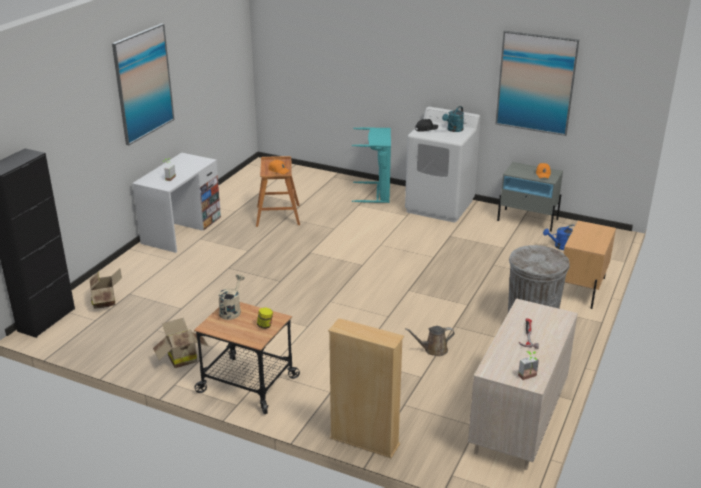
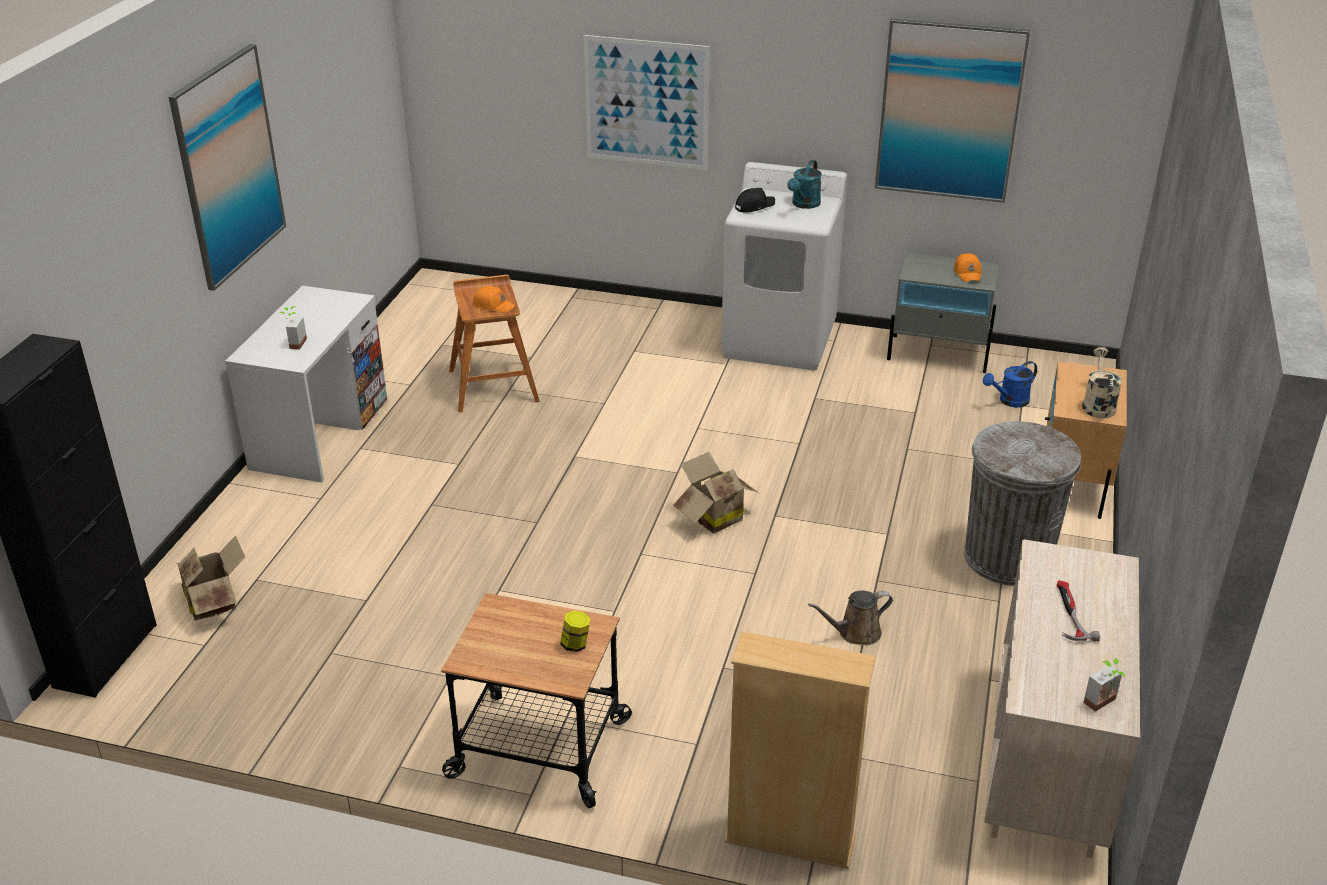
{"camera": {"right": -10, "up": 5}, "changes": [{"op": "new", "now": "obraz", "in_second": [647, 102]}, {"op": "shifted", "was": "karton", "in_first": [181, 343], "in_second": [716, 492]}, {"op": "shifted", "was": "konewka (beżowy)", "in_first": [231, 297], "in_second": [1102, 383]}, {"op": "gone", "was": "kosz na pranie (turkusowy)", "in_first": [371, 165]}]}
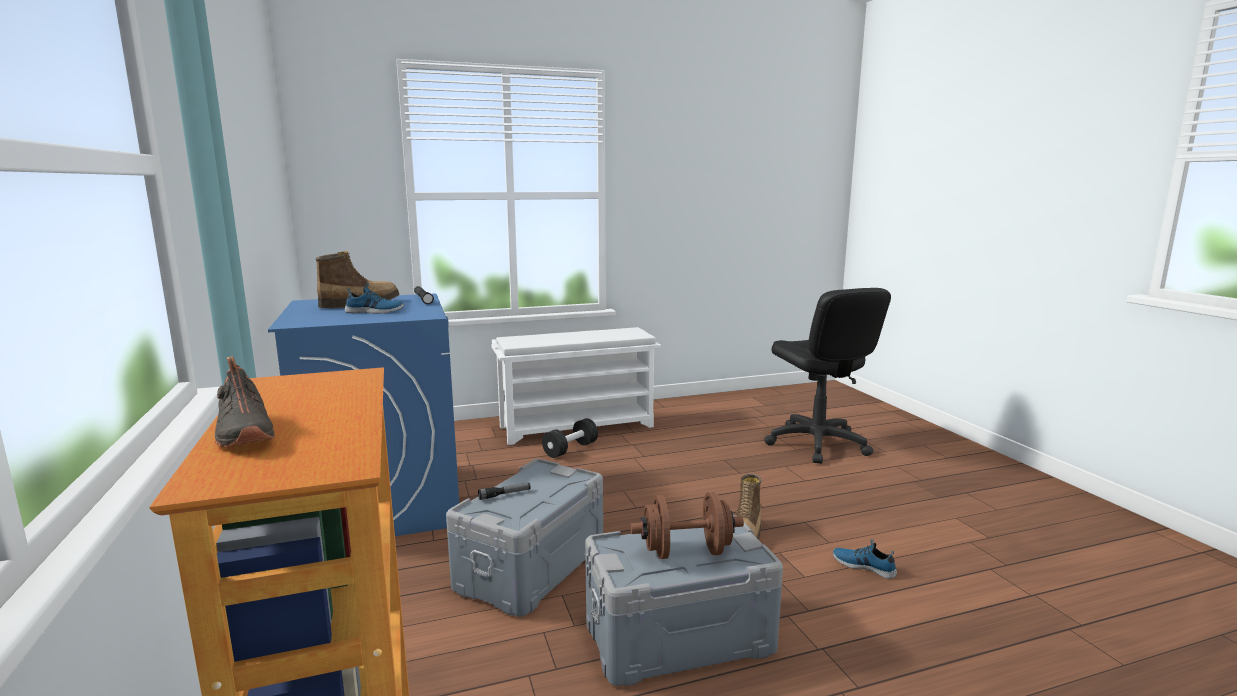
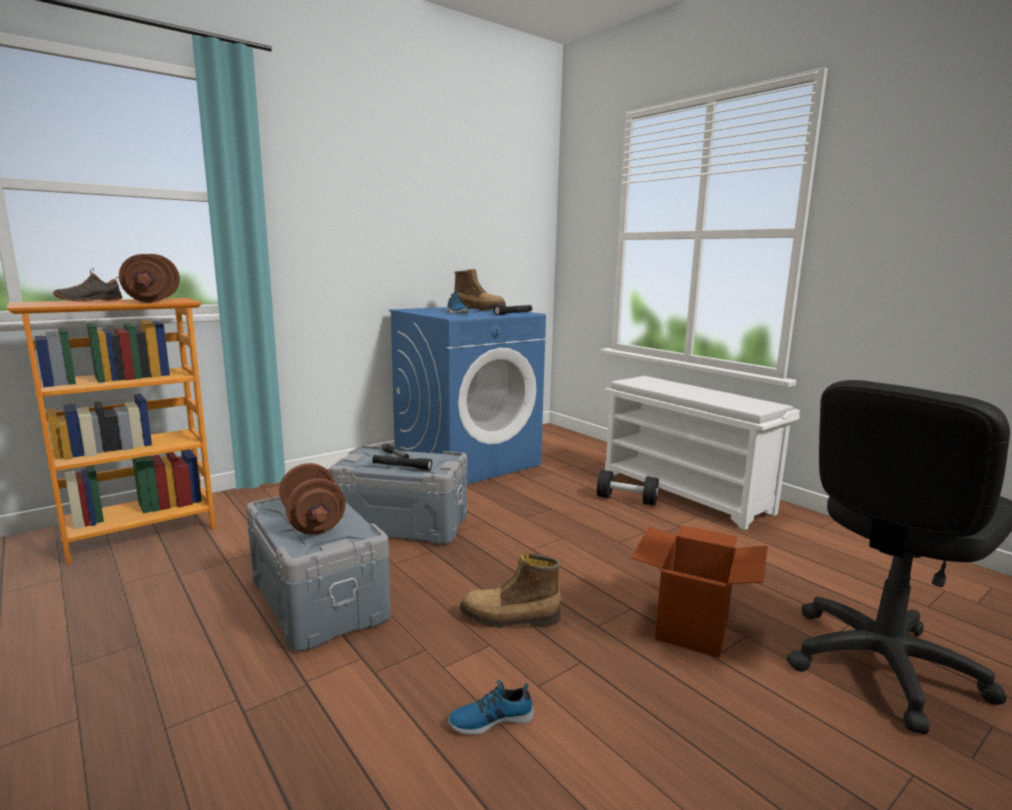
{"camera": {"right": 70, "up": 0}, "changes": [{"op": "new", "now": "hantel (brązowy)", "in_second": [149, 278]}, {"op": "new", "now": "latarka (czarny)", "in_second": [402, 462]}, {"op": "rotated", "was": "but", "in_first": [865, 559], "in_second": [491, 707], "clockwise": -120}, {"op": "new", "now": "karton", "in_second": [699, 591]}]}
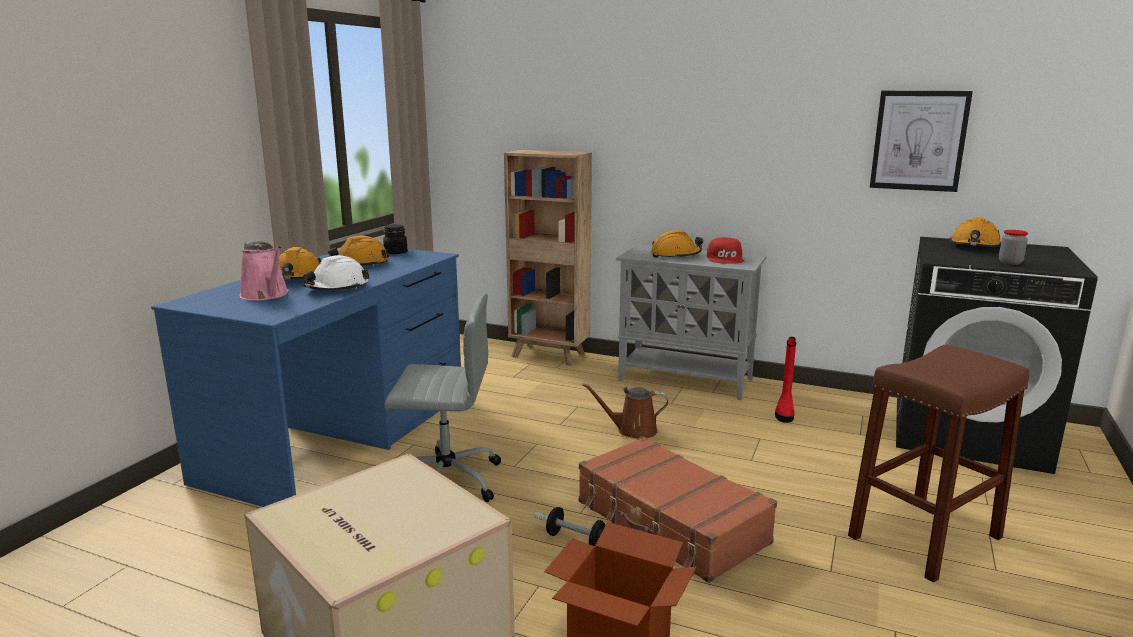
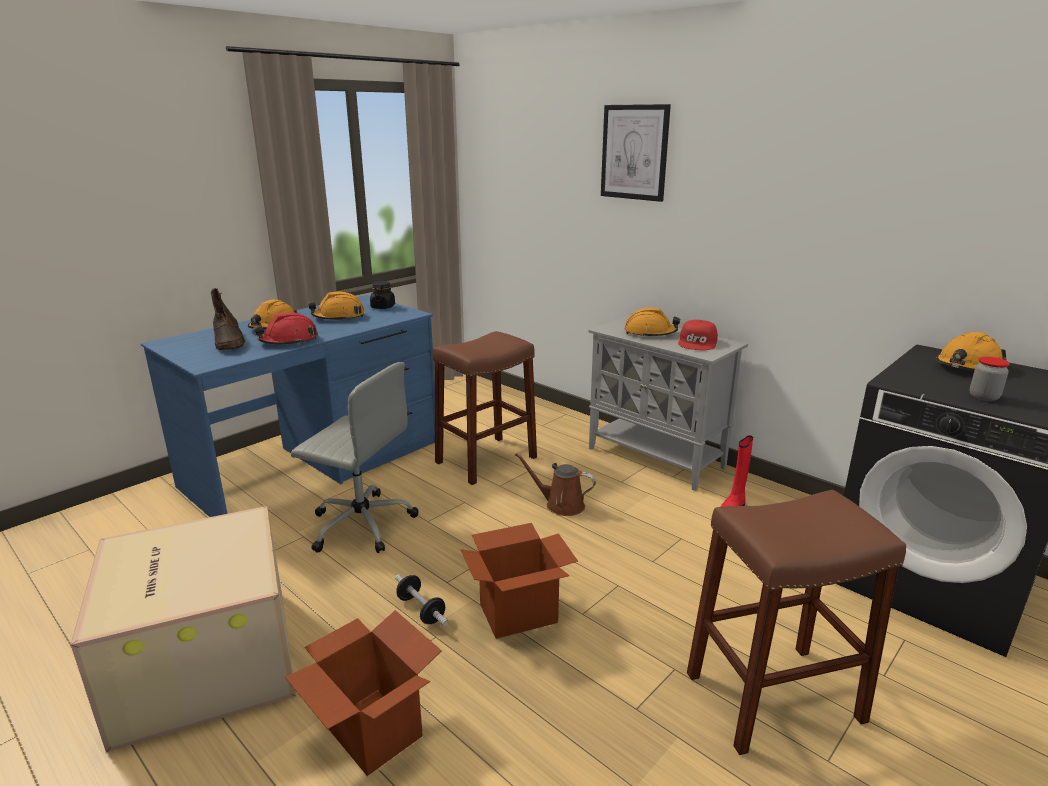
{"camera": {"right": 20, "up": 5}, "changes": [{"op": "swapped", "was": "konewka (różowy)", "now": "but z cholewką (brązowy)", "in_first": [263, 271], "in_second": [228, 319]}, {"op": "repainted", "was": "kask (biały)", "now": "kask (czerwony)", "in_first": [336, 272], "in_second": [286, 328]}, {"op": "new", "now": "stołek (brązowy)", "in_second": [484, 408]}, {"op": "swapped", "was": "walizka (brązowy)", "now": "karton", "in_first": [678, 510], "in_second": [519, 581]}, {"op": "shifted", "was": "obraz", "in_first": [921, 141], "in_second": [636, 153]}, {"op": "gone", "was": "regał (brązowy)", "in_first": [548, 258]}]}
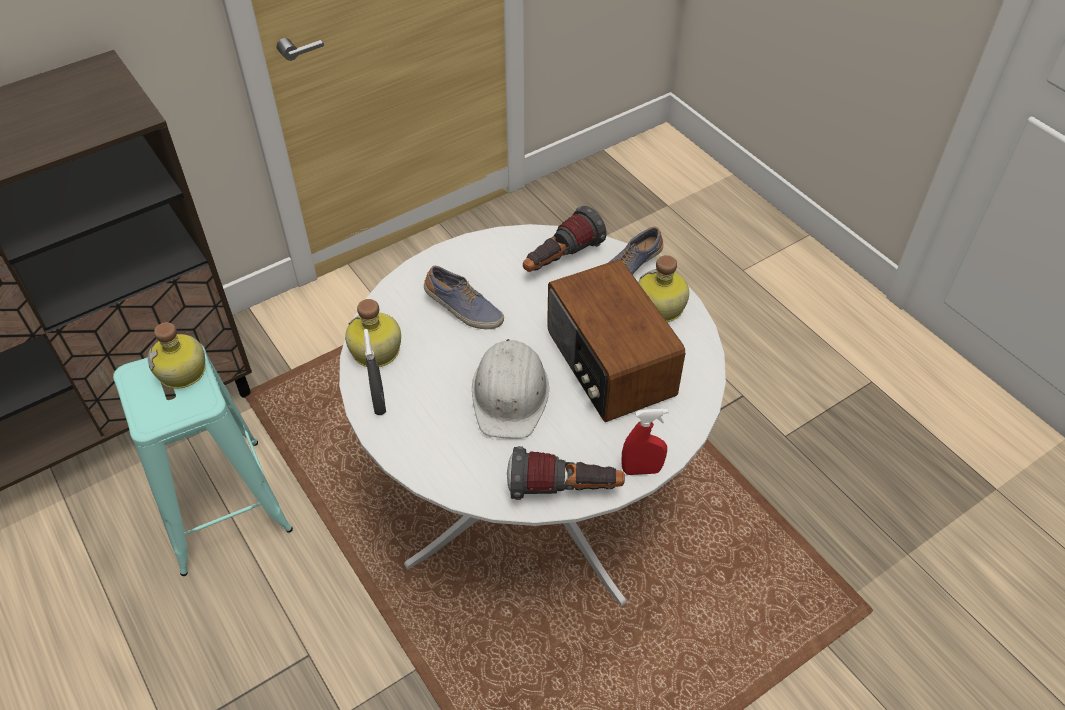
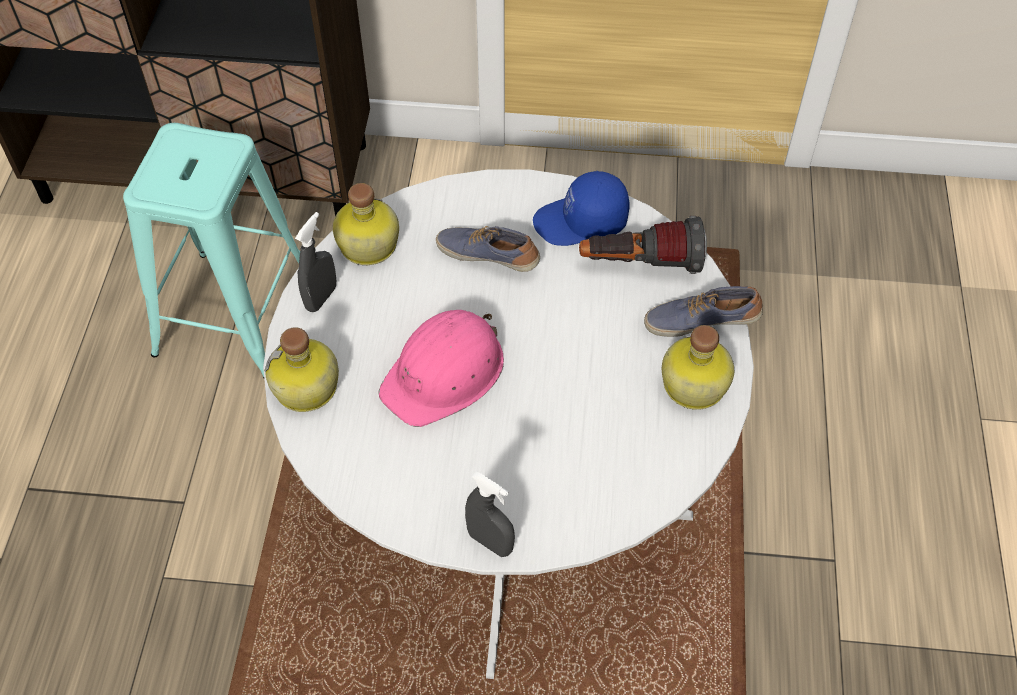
{"camera": {"right": 40, "up": 5}, "changes": [{"op": "shifted", "was": "butelka", "in_first": [177, 355], "in_second": [301, 369]}, {"op": "repainted", "was": "kask (biały)", "now": "kask (różowy)", "in_first": [510, 389], "in_second": [441, 368]}, {"op": "rotated", "was": "but", "in_first": [464, 297], "in_second": [488, 249], "clockwise": 135}, {"op": "repainted", "was": "spryskiwacz (czerwony)", "now": "spryskiwacz (szary)", "in_first": [645, 442], "in_second": [490, 514]}, {"op": "new", "now": "czapka z daszkiem (niebieski)", "in_second": [581, 208]}, {"op": "gone", "was": "latarka", "in_first": [566, 473]}, {"op": "gone", "was": "radio", "in_first": [616, 340]}]}
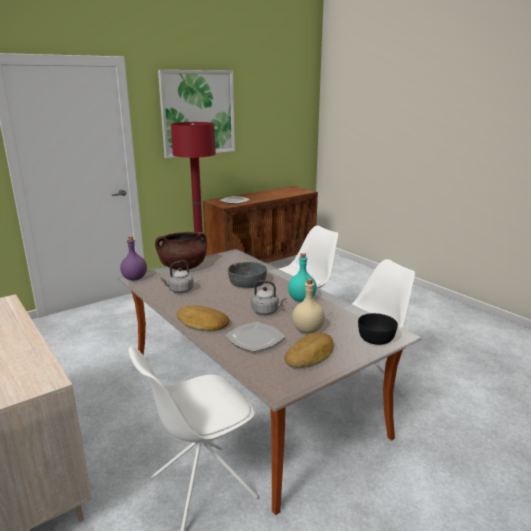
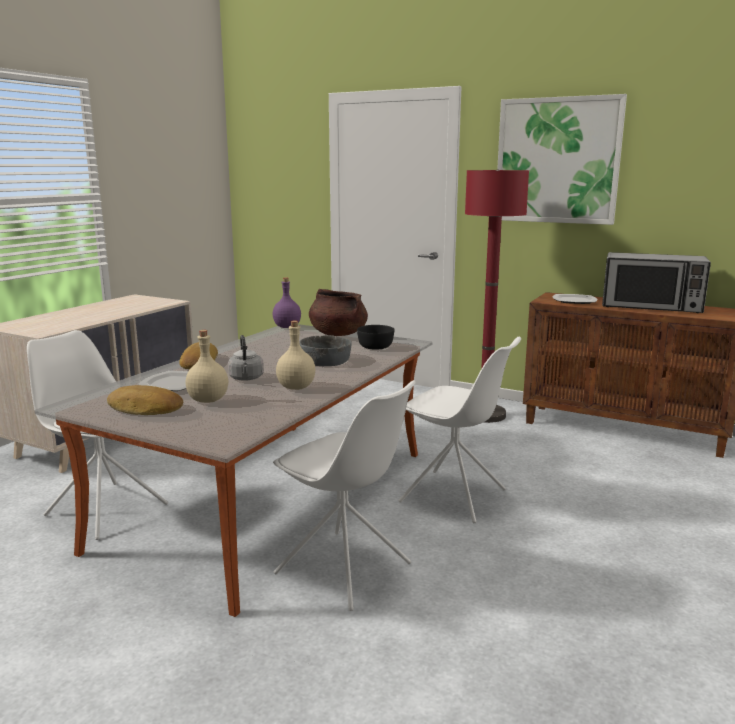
{"camera": {"right": 65, "up": -5}, "changes": [{"op": "repainted", "was": "butelka (turkusowy)", "now": "butelka (beżowy)", "in_first": [302, 277], "in_second": [295, 355]}, {"op": "shifted", "was": "miska (czarny)", "in_first": [378, 329], "in_second": [375, 337]}, {"op": "new", "now": "mikrofalówka", "in_second": [656, 282]}, {"op": "gone", "was": "czajnik (szary)", "in_first": [177, 277]}]}
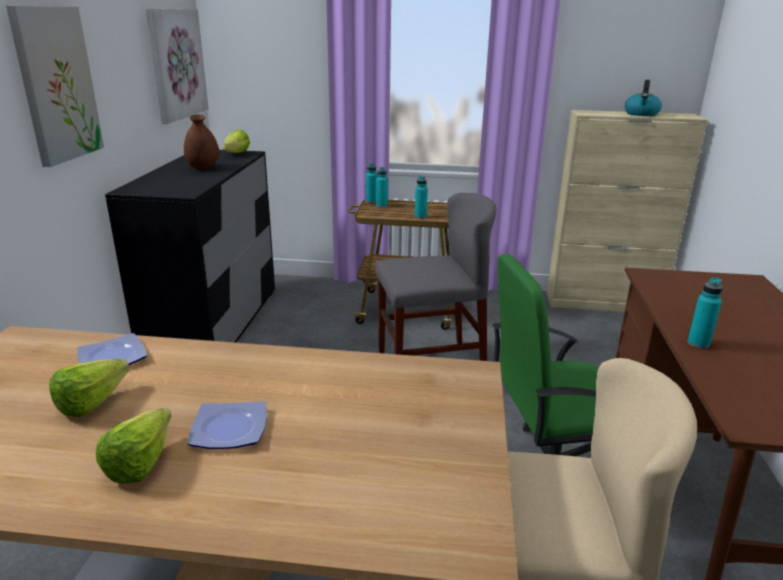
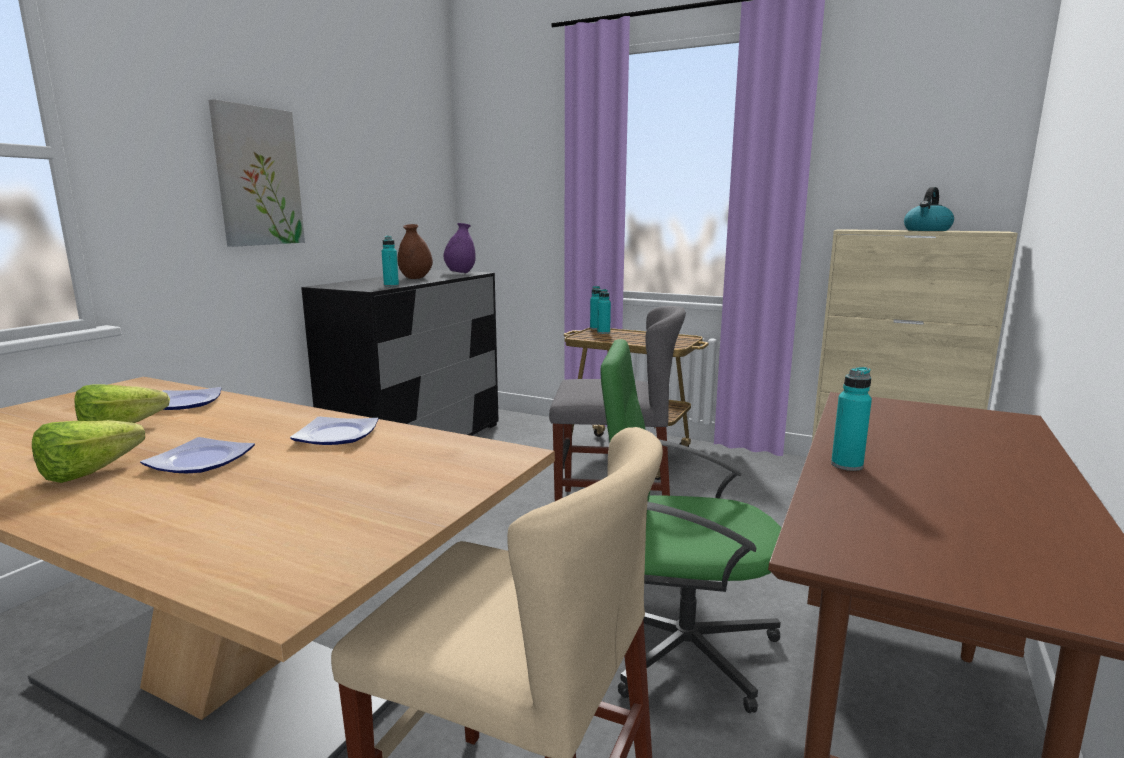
{"camera": {"right": 20, "up": -10}, "changes": [{"op": "new", "now": "talerz", "in_second": [334, 430]}, {"op": "shifted", "was": "butelka (turkusowy)", "in_first": [421, 197], "in_second": [390, 261]}, {"op": "swapped", "was": "sałata", "now": "wazon (fioletowy)", "in_first": [236, 141], "in_second": [460, 248]}, {"op": "gone", "was": "obraz", "in_first": [177, 66]}]}
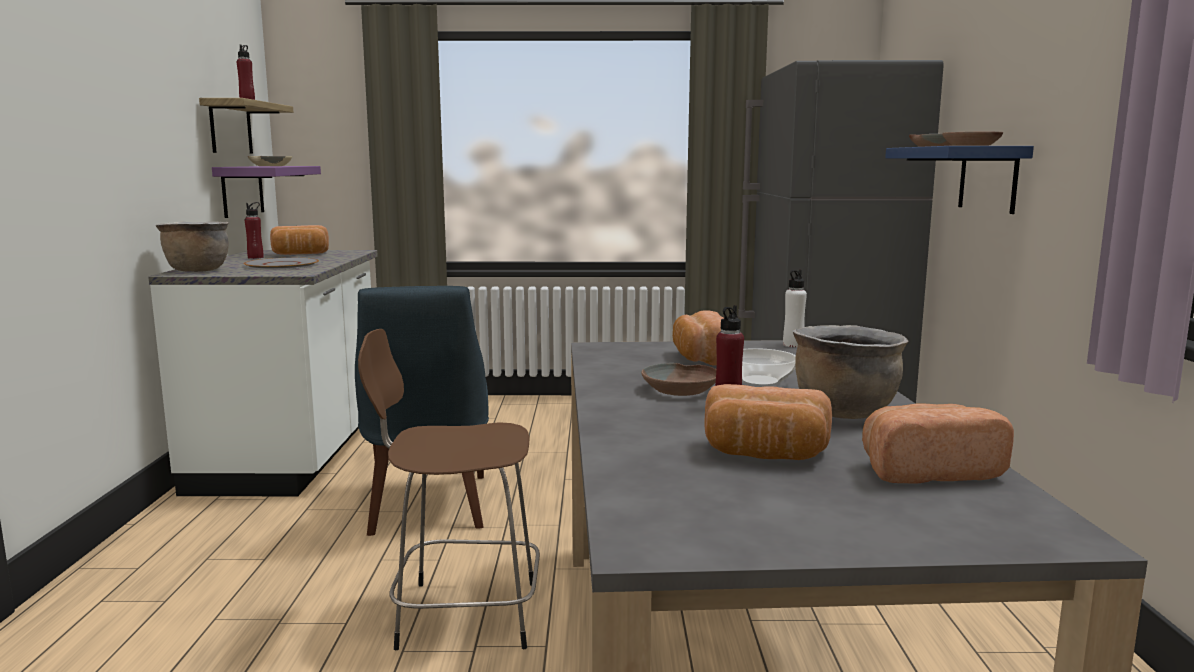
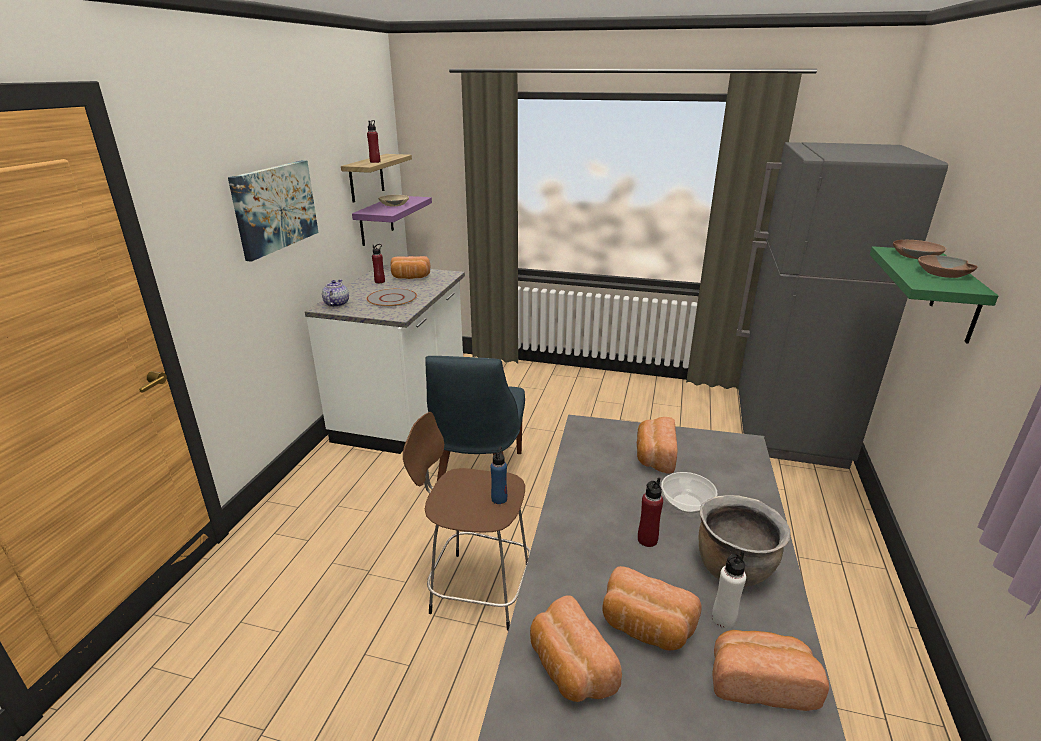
{"camera": {"right": 15, "up": 15}, "changes": [{"op": "new", "now": "obraz", "in_second": [273, 211]}, {"op": "swapped", "was": "garnek (brązowy)", "now": "imbryk", "in_first": [192, 246], "in_second": [335, 293]}, {"op": "new", "now": "butelka (niebieski)", "in_second": [499, 475]}, {"op": "new", "now": "chleb", "in_second": [576, 648]}, {"op": "shifted", "was": "butelka (biały)", "in_first": [795, 308], "in_second": [729, 589]}, {"op": "repainted", "was": "półka (niebieski)", "now": "półka (zielony)", "in_first": [959, 180], "in_second": [934, 295]}, {"op": "gone", "was": "miska (brązowy)", "in_first": [678, 379]}]}
